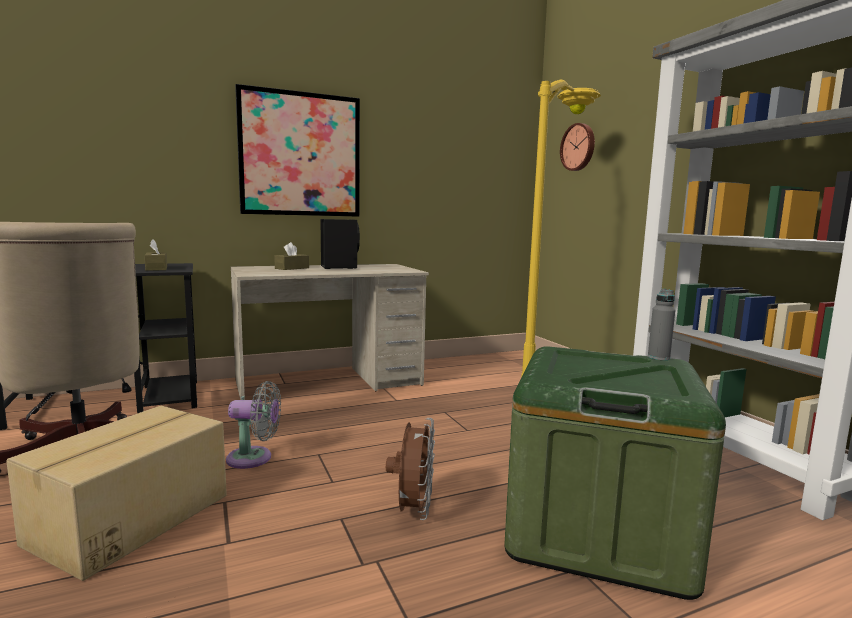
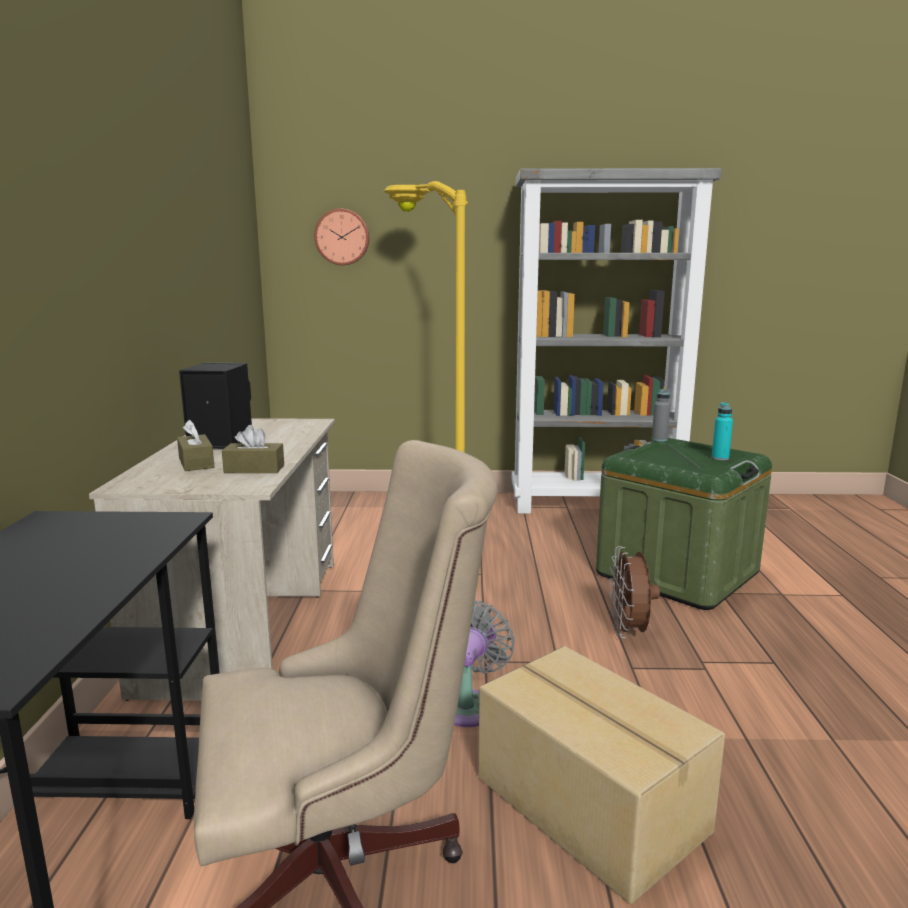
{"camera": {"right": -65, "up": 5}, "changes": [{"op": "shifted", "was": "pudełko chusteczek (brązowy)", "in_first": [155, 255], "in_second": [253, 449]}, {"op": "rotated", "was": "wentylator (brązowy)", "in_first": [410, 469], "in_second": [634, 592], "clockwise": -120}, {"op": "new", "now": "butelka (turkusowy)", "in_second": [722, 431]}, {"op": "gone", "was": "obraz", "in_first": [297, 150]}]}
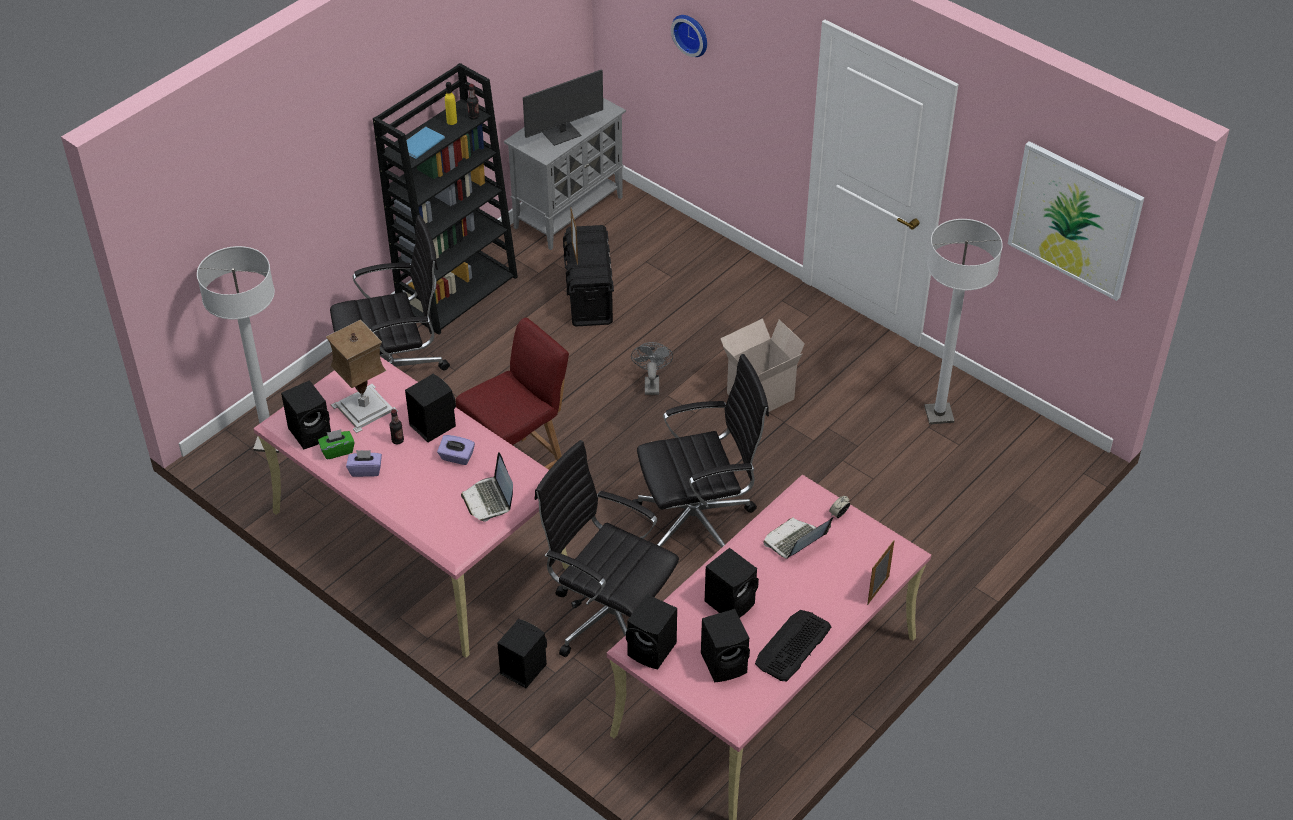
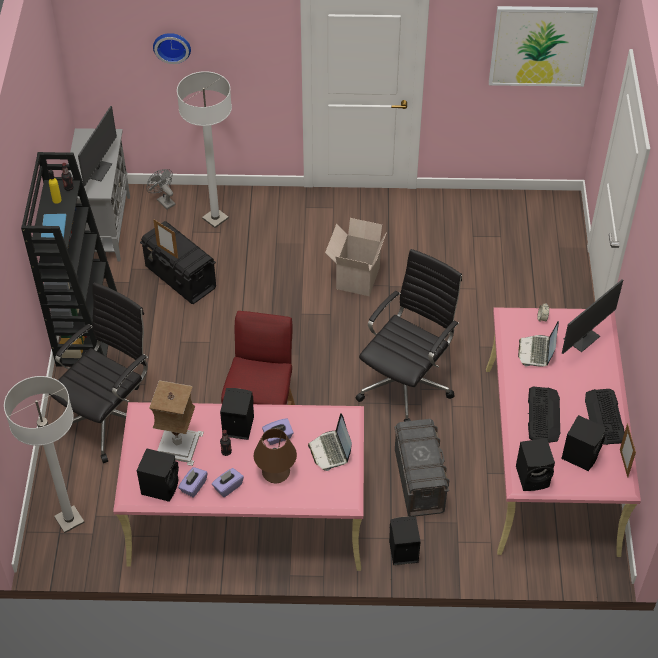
{"camera": {"right": -40, "up": 5}, "changes": [{"op": "shifted", "was": "wentylator (szary)", "in_first": [652, 368], "in_second": [160, 189]}, {"op": "shifted", "was": "lampa stojąca (biały)", "in_first": [963, 321], "in_second": [204, 149]}, {"op": "repainted", "was": "pudełko chusteczek (zielony)", "now": "pudełko chusteczek (fioletowy)", "in_first": [336, 444], "in_second": [192, 482]}, {"op": "new", "now": "lampa stołowa (brązowy)", "in_second": [275, 455]}, {"op": "rotated", "was": "laptop", "in_first": [487, 487], "in_second": [330, 442], "clockwise": 45}, {"op": "swapped", "was": "krzesło biurowe (czarny)", "now": "pojemnik do przechowywania (szary)", "in_first": [606, 548], "in_second": [421, 468]}, {"op": "swapped", "was": "głośnik (czarny)", "now": "klawiatura", "in_first": [732, 583], "in_second": [544, 414]}, {"op": "new", "now": "monitor", "in_second": [592, 316]}, {"op": "shifted", "was": "ramka na zdjęcie", "in_first": [880, 572], "in_second": [628, 451]}]}
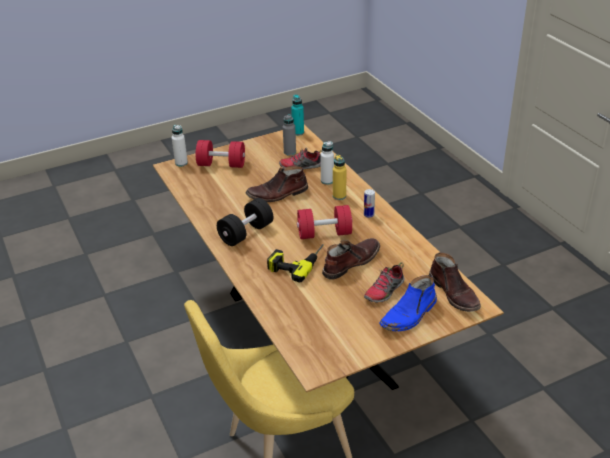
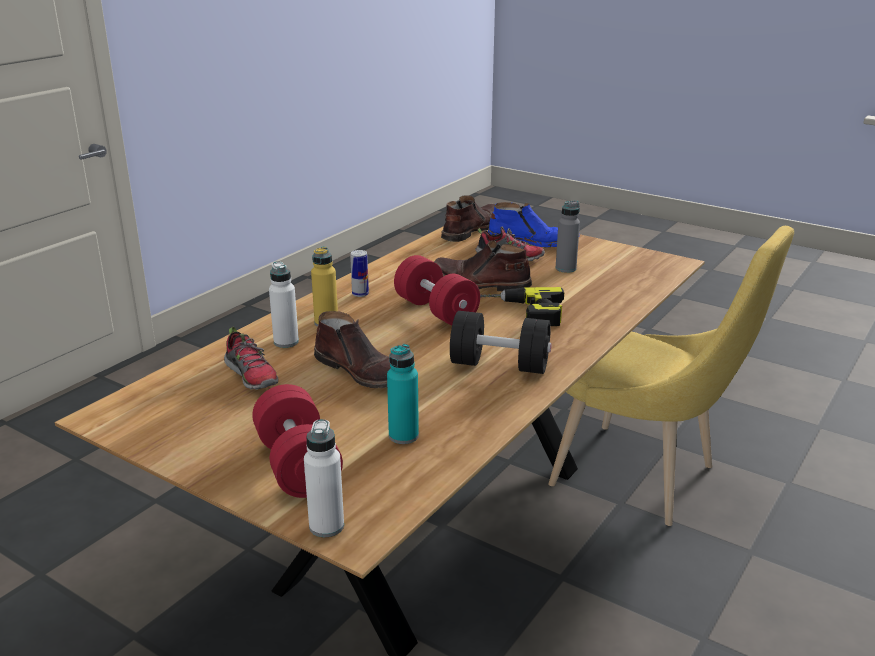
{"camera": {"right": -120, "up": -10}, "changes": [{"op": "shifted", "was": "butelka (turkusowy)", "in_first": [297, 115], "in_second": [403, 394]}, {"op": "shifted", "was": "butelka (szary)", "in_first": [289, 135], "in_second": [568, 237]}]}
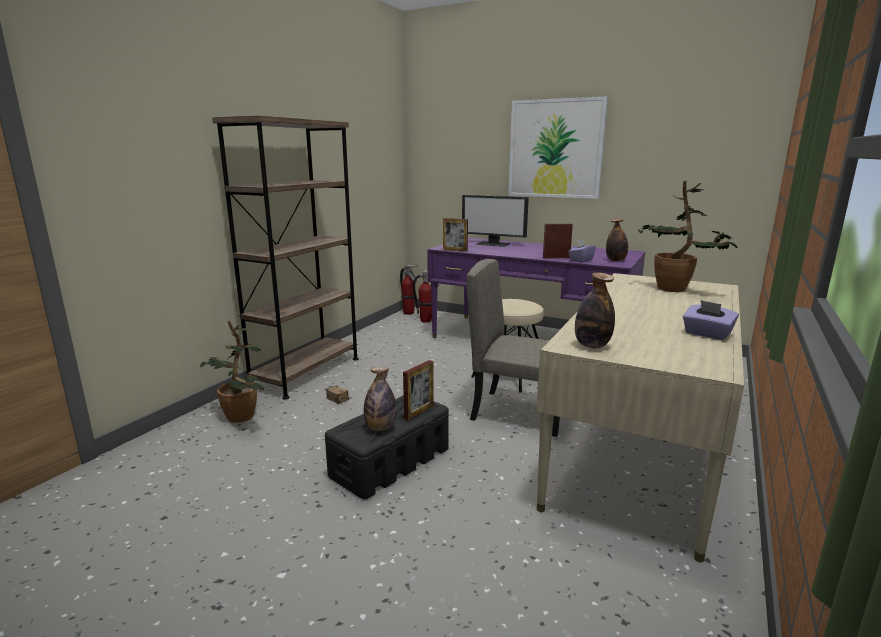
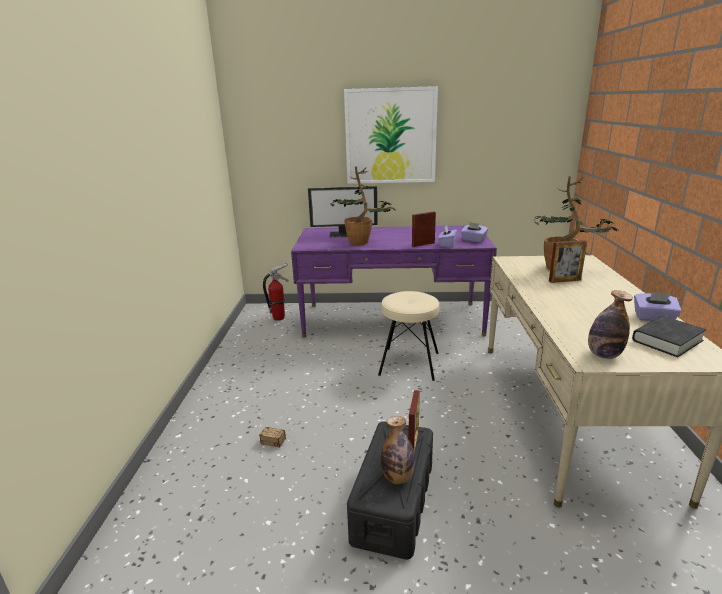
{"camera": {"right": -25, "up": 5}, "changes": [{"op": "shifted", "was": "roślina doniczkowa", "in_first": [232, 372], "in_second": [363, 205]}, {"op": "swapped", "was": "butelka", "now": "pudełko chusteczek (fioletowy)", "in_first": [617, 239], "in_second": [474, 232]}, {"op": "shifted", "was": "ramka na zdjęcie", "in_first": [455, 235], "in_second": [568, 261]}, {"op": "new", "now": "książka (czarny)", "in_second": [669, 336]}, {"op": "gone", "was": "regał (brązowy)", "in_first": [285, 258]}, {"op": "gone", "was": "gaśnica", "in_first": [409, 290]}, {"op": "gone", "was": "krzesło (beżowy)", "in_first": [513, 348]}]}
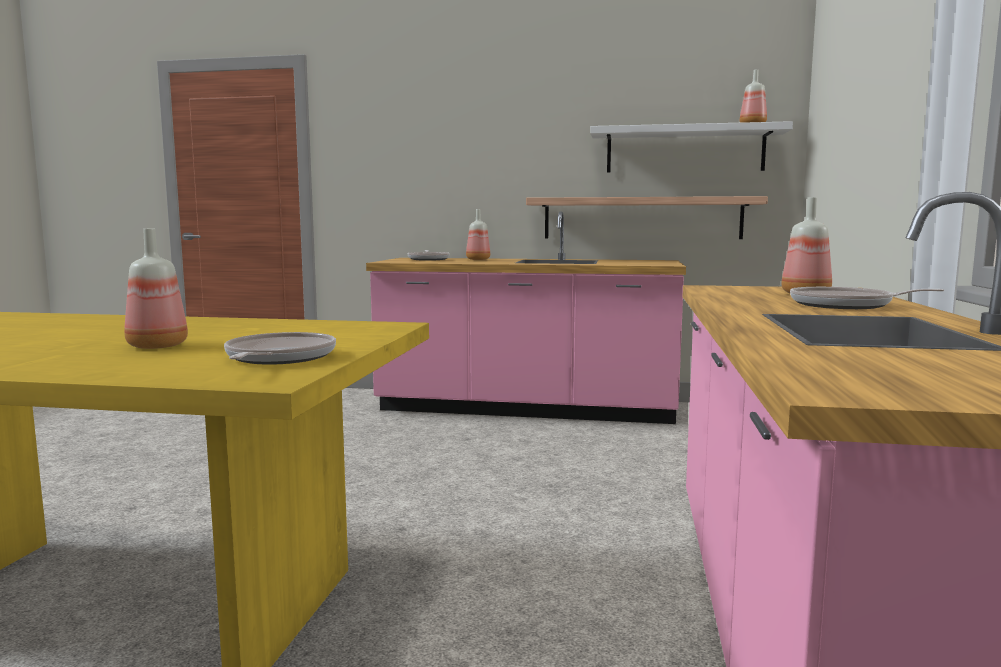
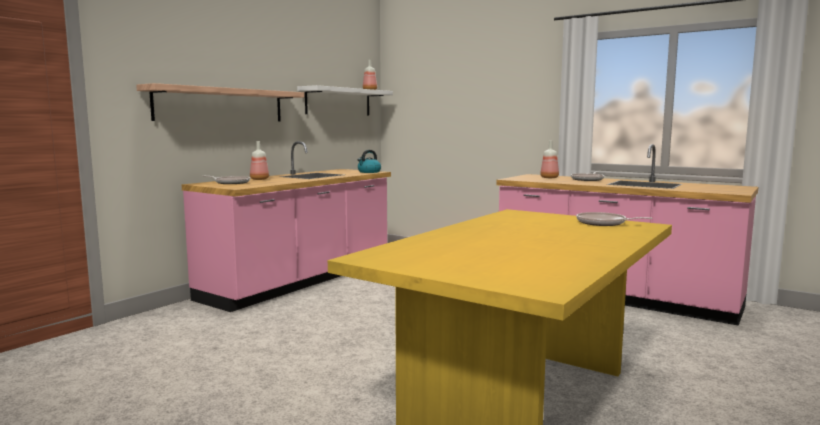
{"camera": {"right": -65, "up": 0}, "changes": [{"op": "shifted", "was": "półka", "in_first": [647, 217], "in_second": [220, 102]}, {"op": "new", "now": "czajnik", "in_second": [369, 161]}, {"op": "gone", "was": "butelka", "in_first": [156, 289]}]}
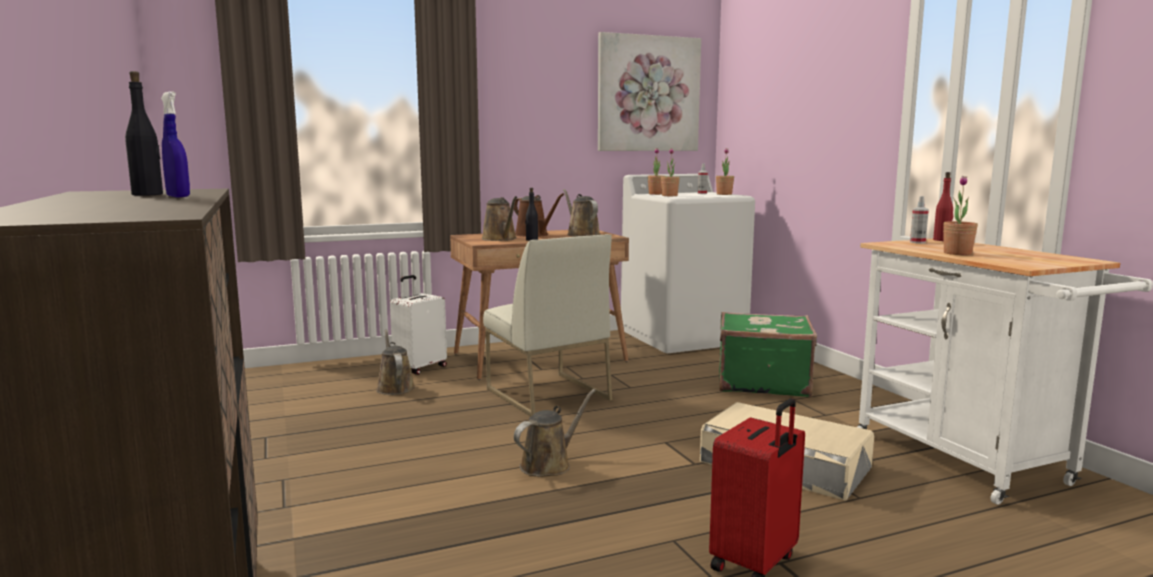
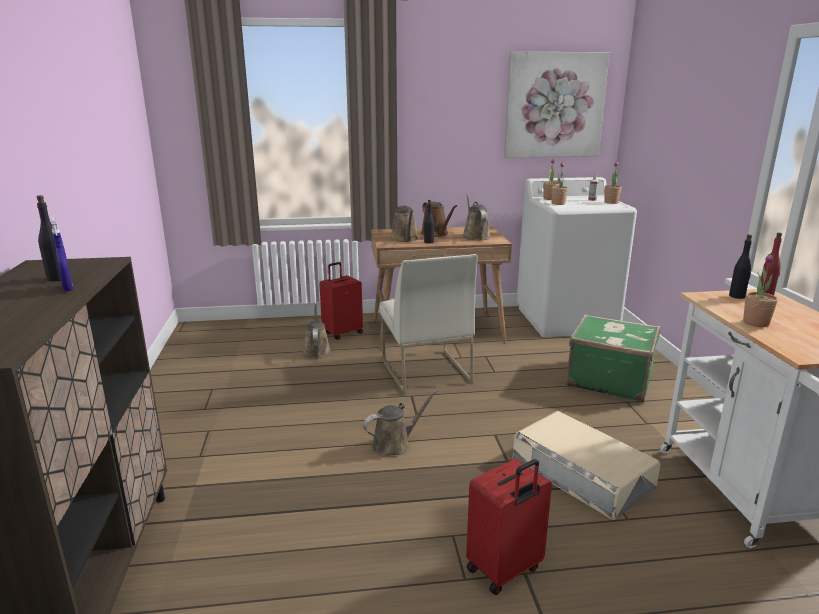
{"camera": {"right": 15, "up": 10}, "changes": [{"op": "repainted", "was": "walizka (biały)", "now": "walizka (czerwony)", "in_first": [418, 325], "in_second": [341, 301]}, {"op": "swapped", "was": "spryskiwacz", "now": "butelka (czarny)", "in_first": [919, 219], "in_second": [740, 266]}]}
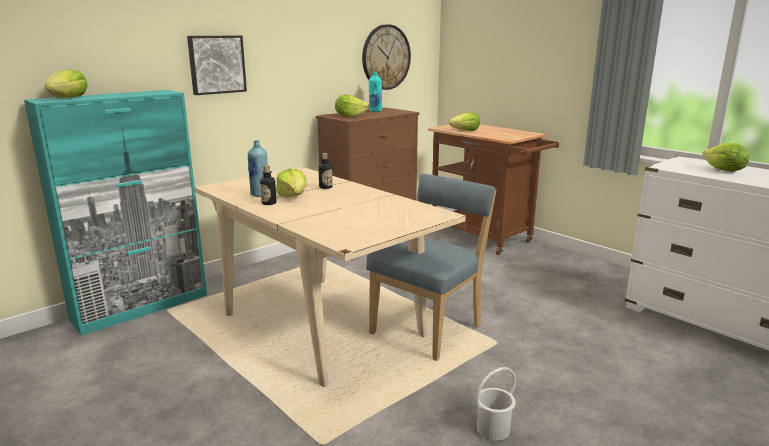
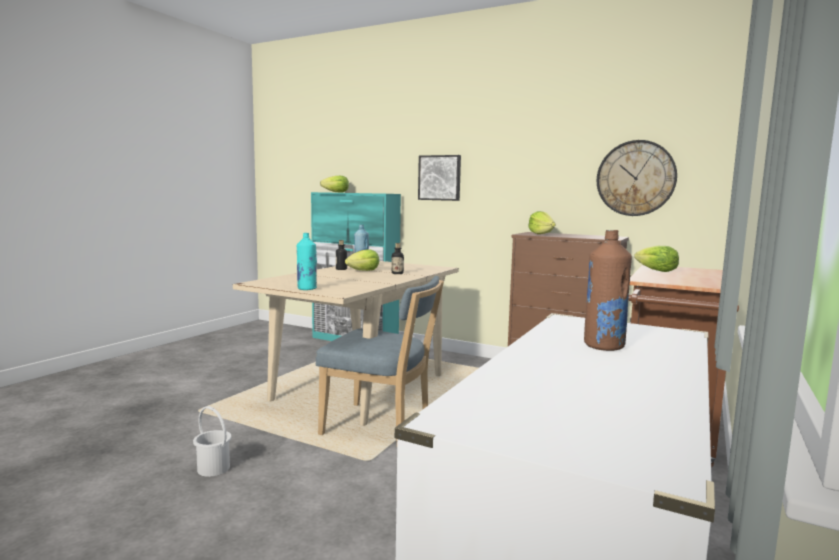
{"camera": {"right": 70, "up": -10}, "changes": [{"op": "shifted", "was": "butelka (turkusowy)", "in_first": [375, 91], "in_second": [307, 261]}, {"op": "swapped", "was": "sałata", "now": "butelka (brązowy)", "in_first": [726, 157], "in_second": [608, 290]}]}
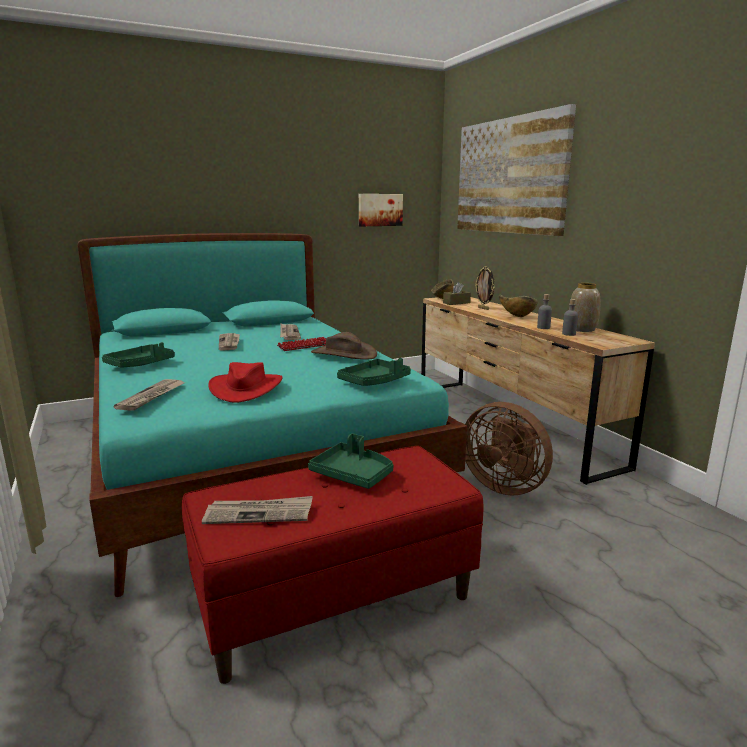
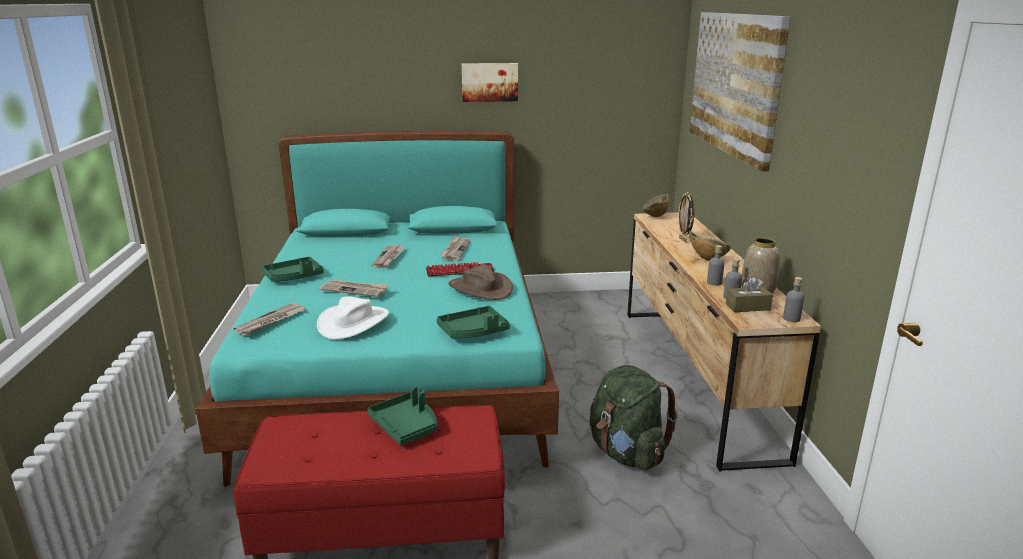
{"camera": {"right": 20, "up": 5}, "changes": [{"op": "repainted", "was": "kapelusz (czerwony)", "now": "kapelusz (biały)", "in_first": [245, 382], "in_second": [353, 317]}, {"op": "shifted", "was": "gazeta", "in_first": [257, 510], "in_second": [354, 288]}, {"op": "shifted", "was": "obraz", "in_first": [381, 210], "in_second": [490, 82]}, {"op": "swapped", "was": "wentylator (brązowy)", "now": "plecak (zielony)", "in_first": [509, 449], "in_second": [634, 417]}, {"op": "shifted", "was": "pudełko chusteczek (brązowy)", "in_first": [457, 293], "in_second": [749, 294]}, {"op": "new", "now": "butelka (szary)", "in_second": [793, 299]}]}
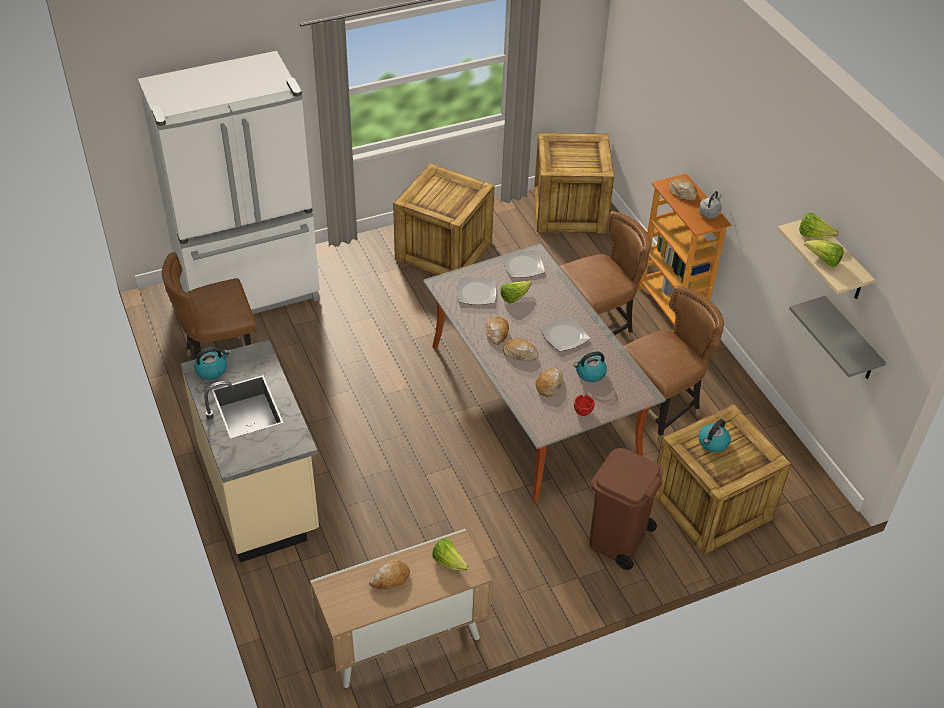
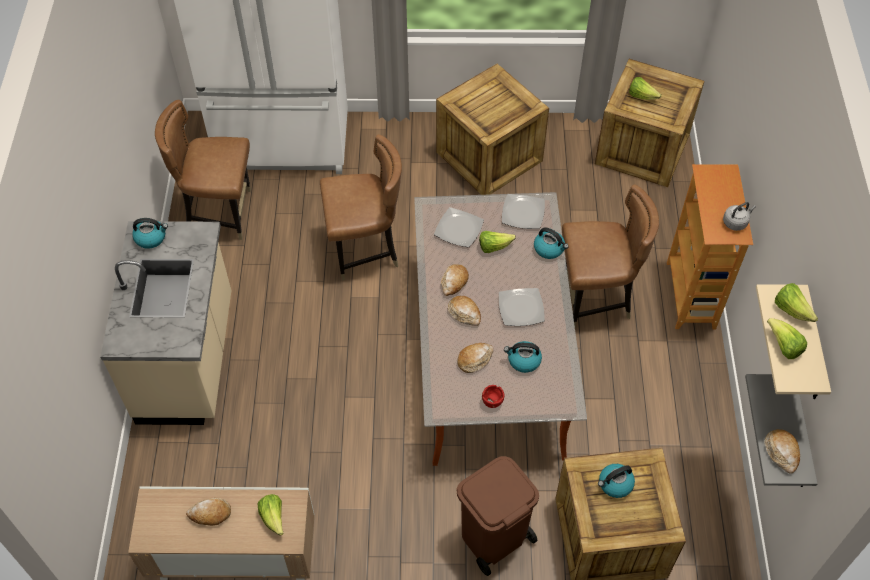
{"camera": {"right": 25, "up": 10}, "changes": [{"op": "shifted", "was": "krzesło (brązowy)", "in_first": [674, 364], "in_second": [361, 207]}, {"op": "new", "now": "czajnik", "in_second": [551, 243]}, {"op": "new", "now": "sałata", "in_second": [645, 88]}, {"op": "shifted", "was": "chleb", "in_first": [683, 189], "in_second": [782, 451]}]}
